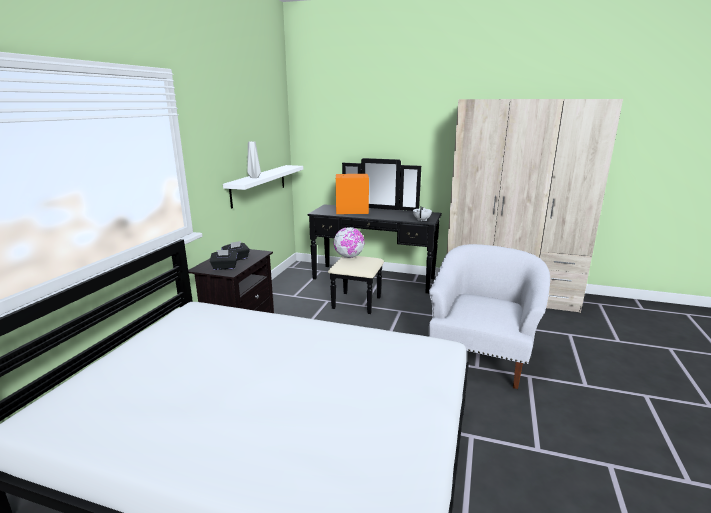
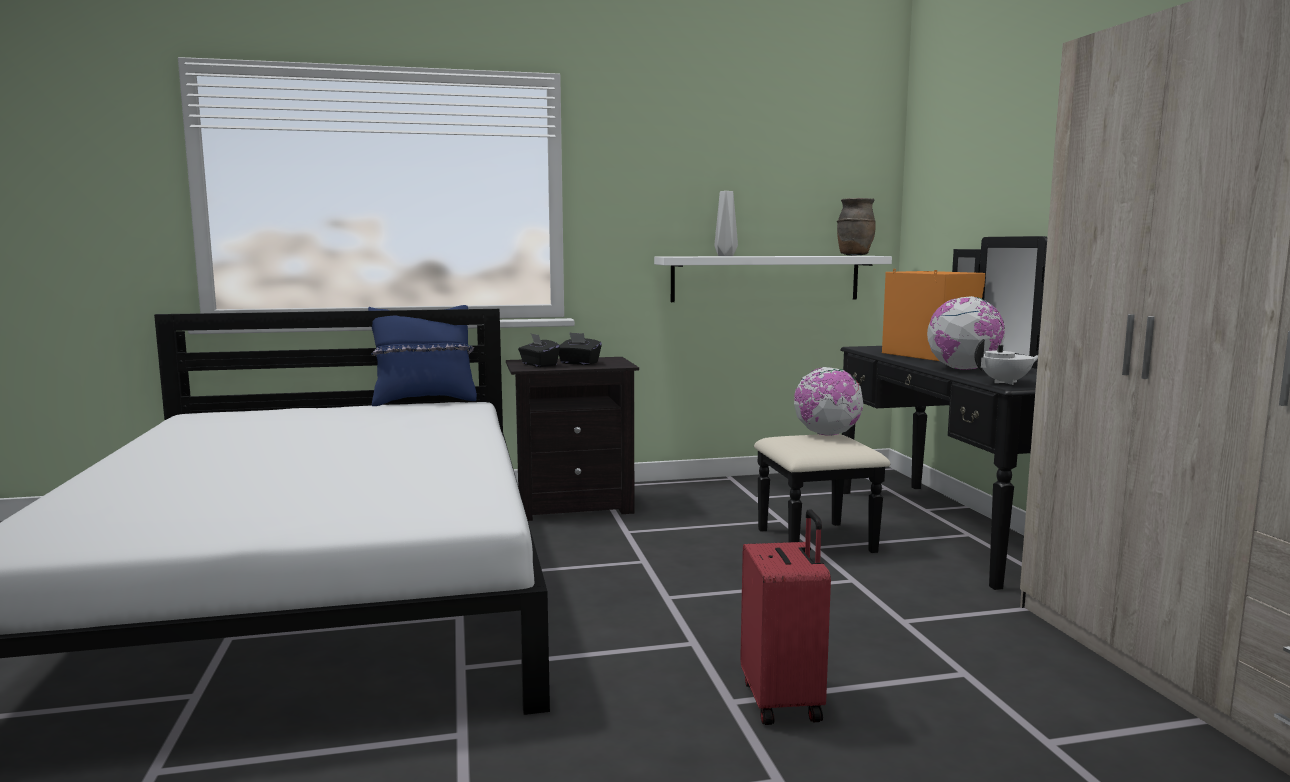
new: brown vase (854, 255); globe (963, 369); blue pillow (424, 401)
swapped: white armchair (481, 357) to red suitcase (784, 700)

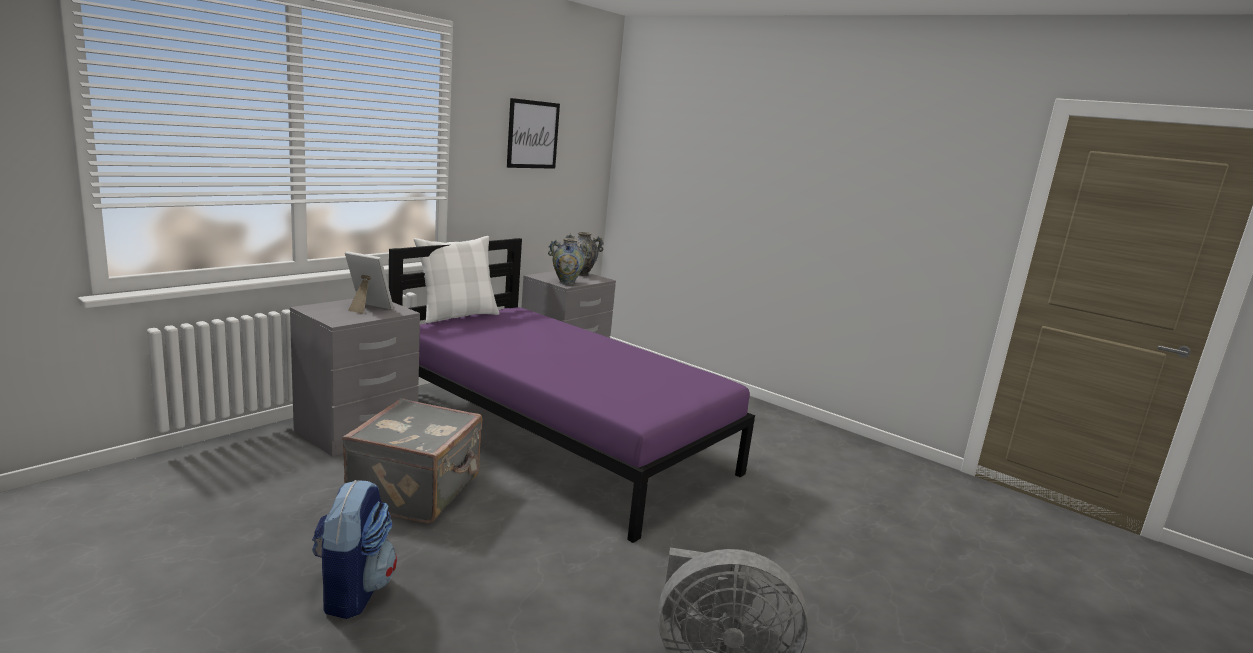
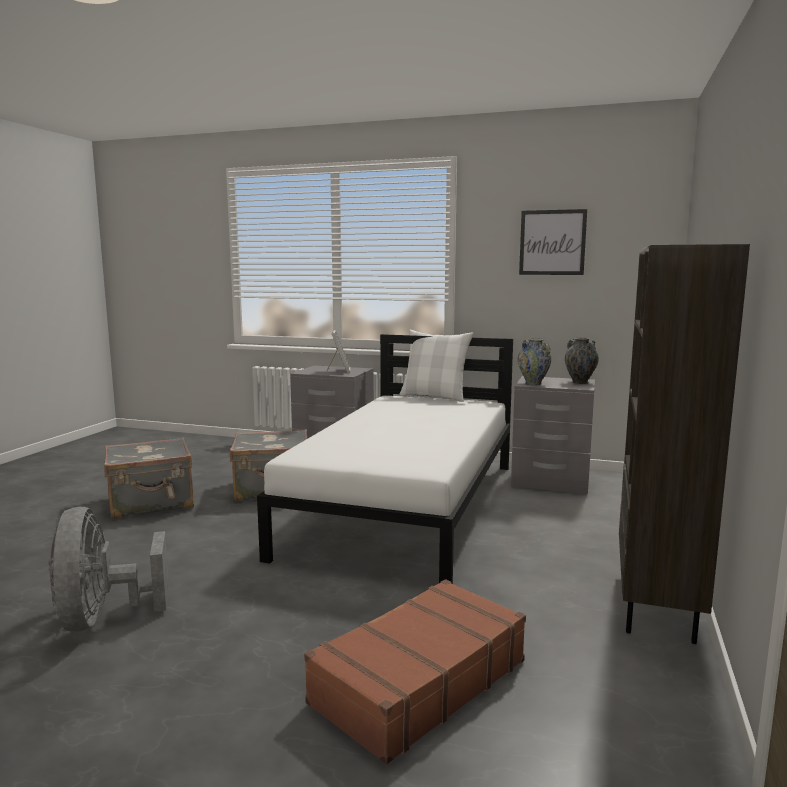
new: brown bookcase (658, 606); brown suitcase (418, 681)
swapped: backpack (353, 591) to grey suitcase (152, 503)
repainted: purple bed (558, 438) to white bed (408, 506)

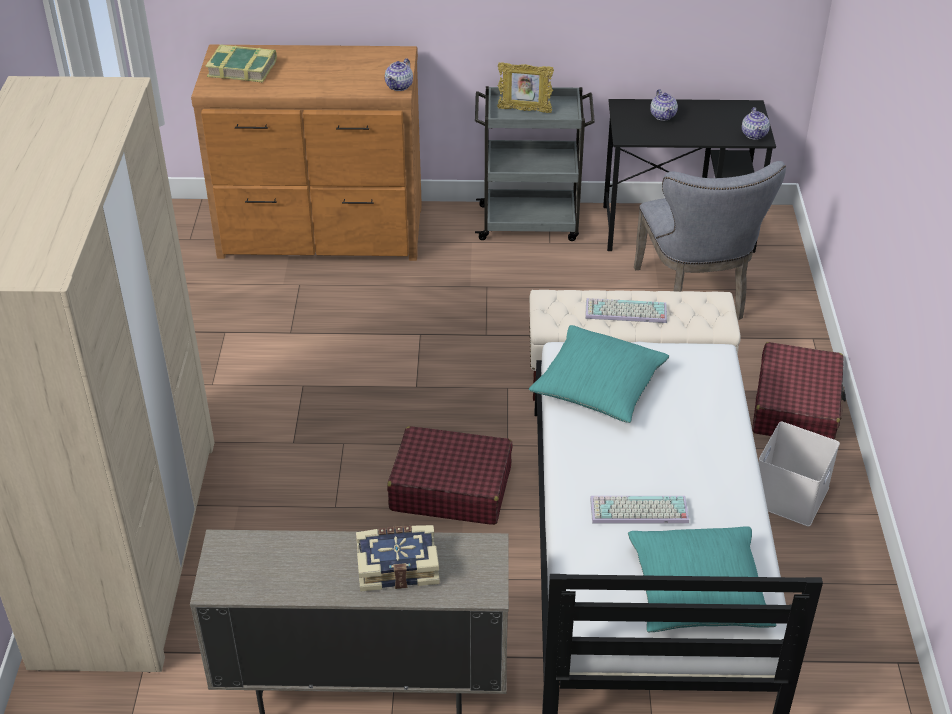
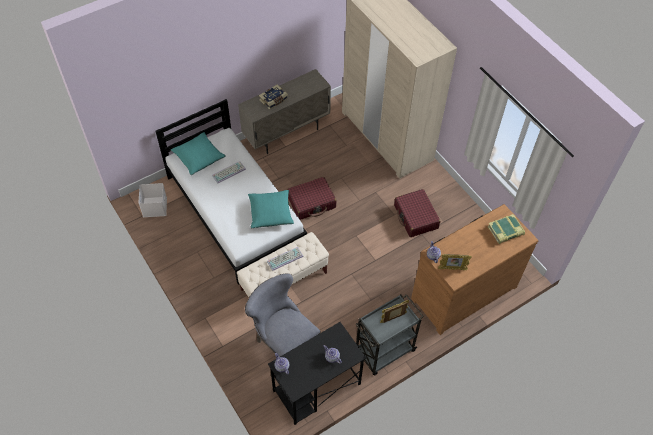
new: picture frame (452, 269)
shifted: red suitcase (796, 406) to (415, 217); white storage box (790, 496) to (154, 206)

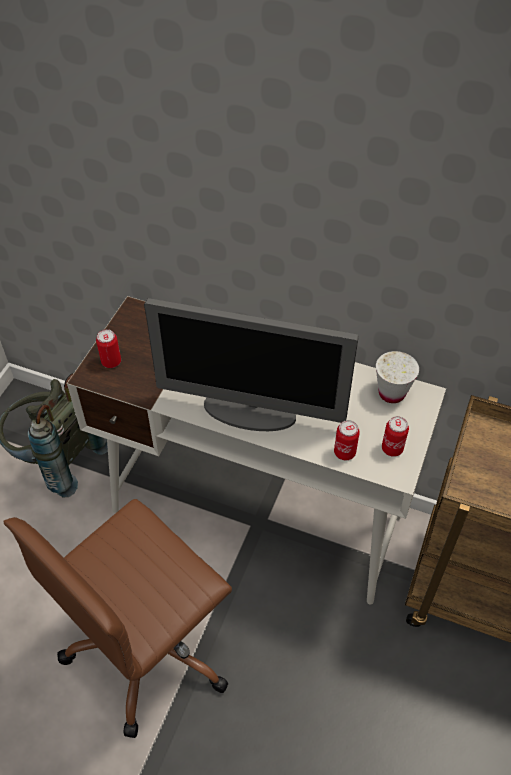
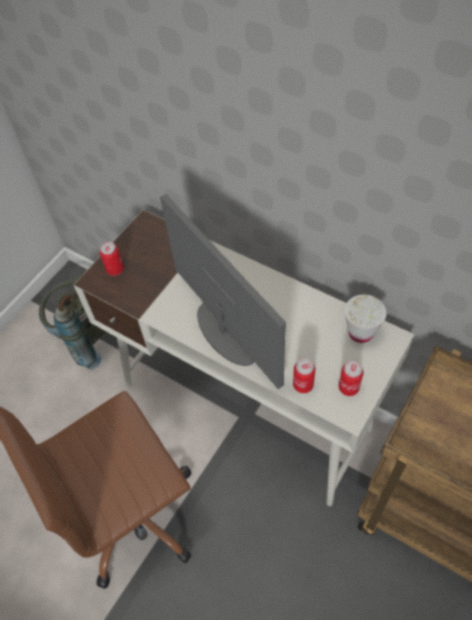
rotated: monitor (250, 412) = (226, 333) 150 degrees counterclockwise

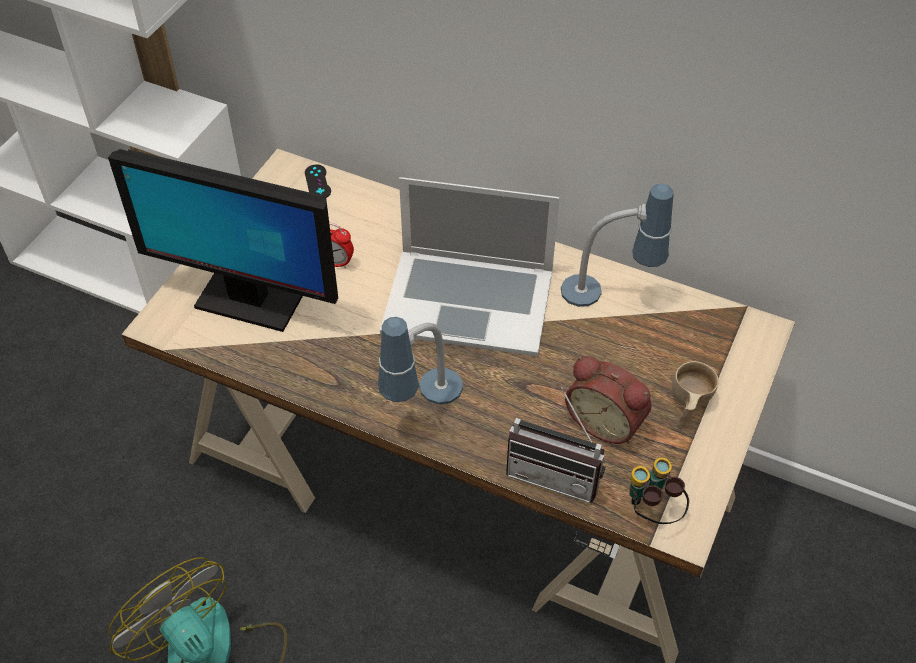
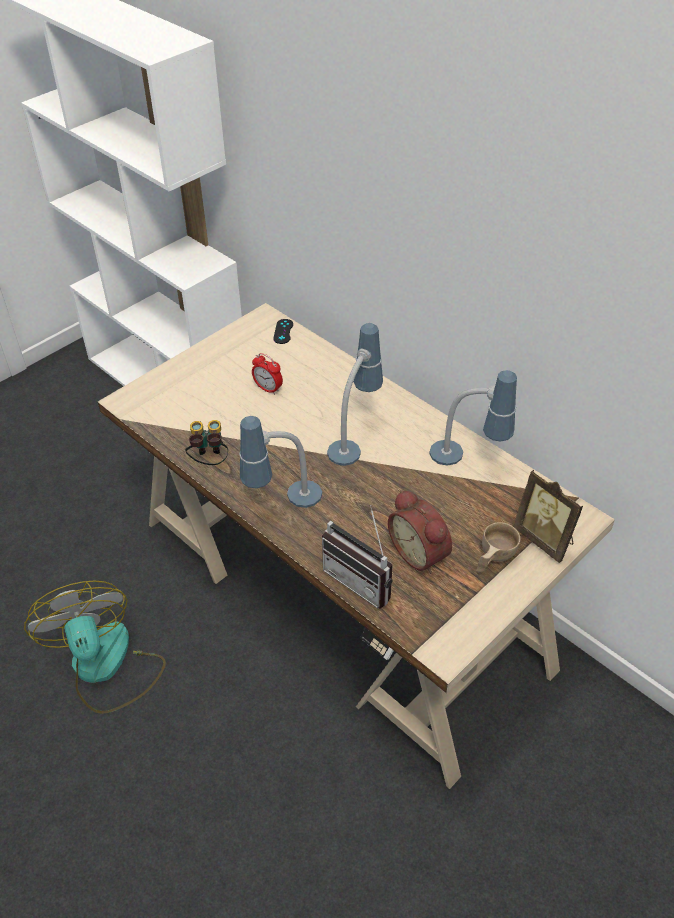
gone: monitor (248, 301)
new: picture frame (545, 539)
shifted: binoculars (652, 511) to (209, 461)
swapped: laptop (468, 300) to table lamp (355, 439)

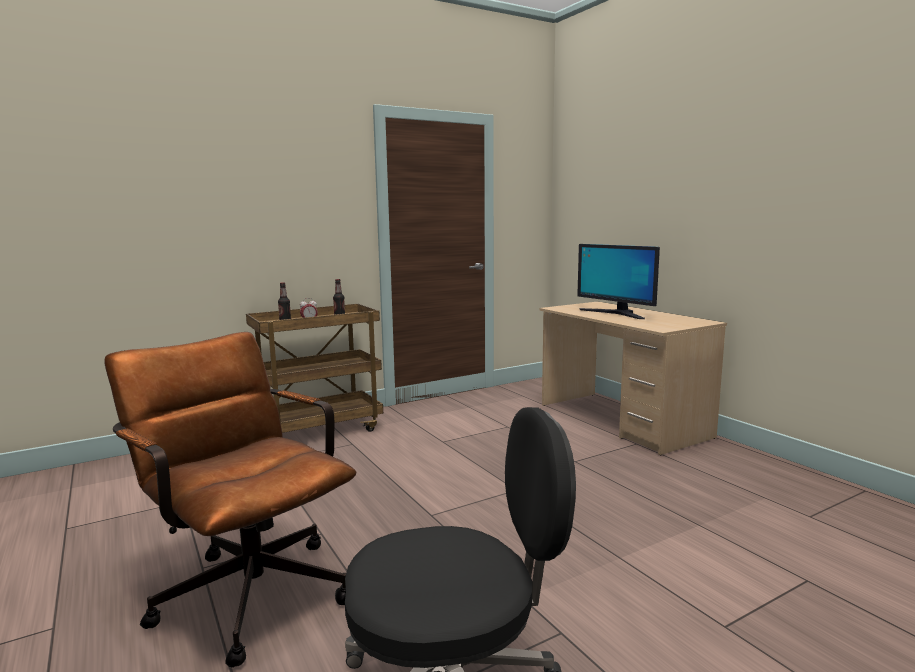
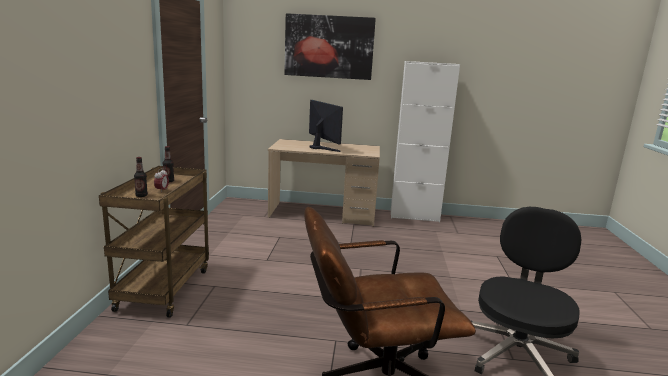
new: picture (329, 47); white cabinet (414, 216)
rotated: monitor (616, 313) = (321, 147) 120 degrees counterclockwise

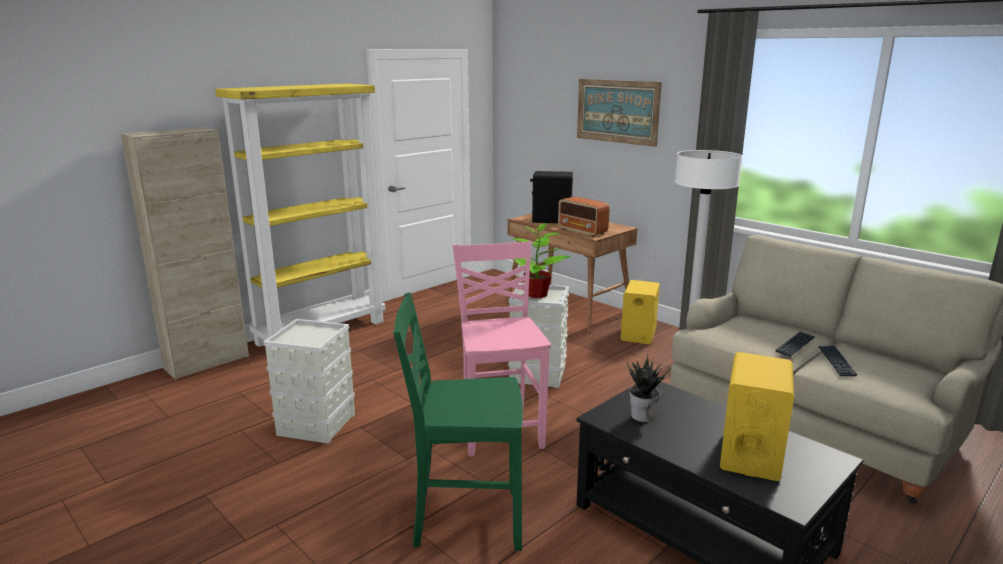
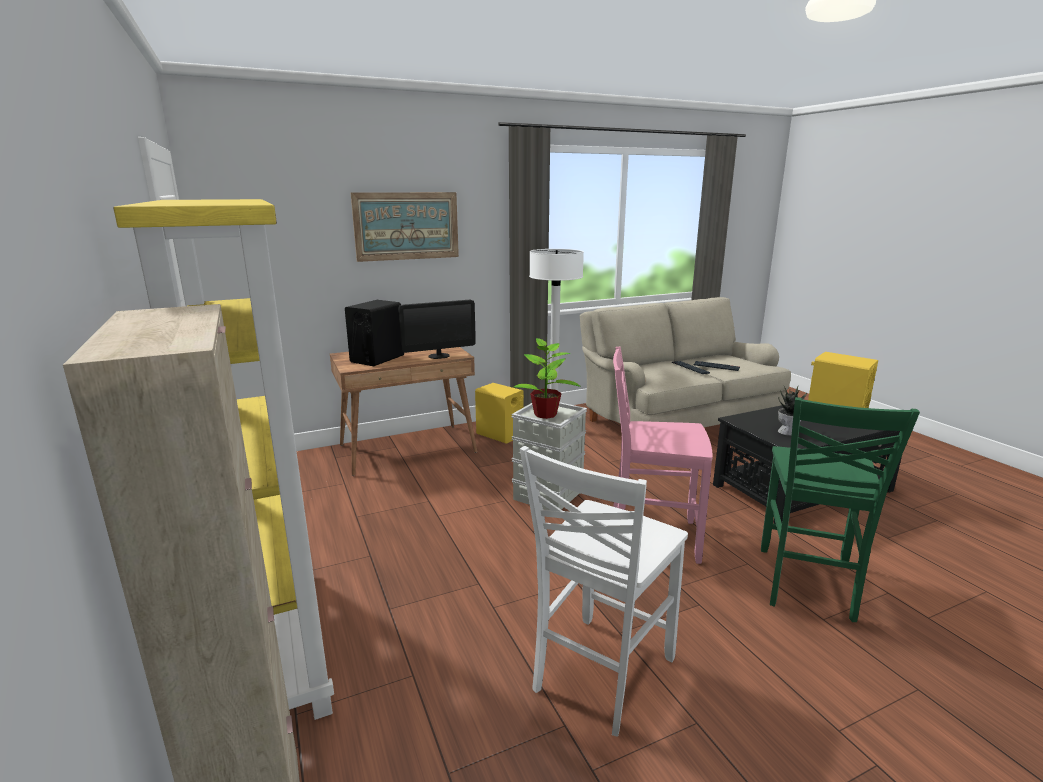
swapped: radio (582, 231) to monitor (439, 356); grey storage box (316, 424) to white chair (600, 674)

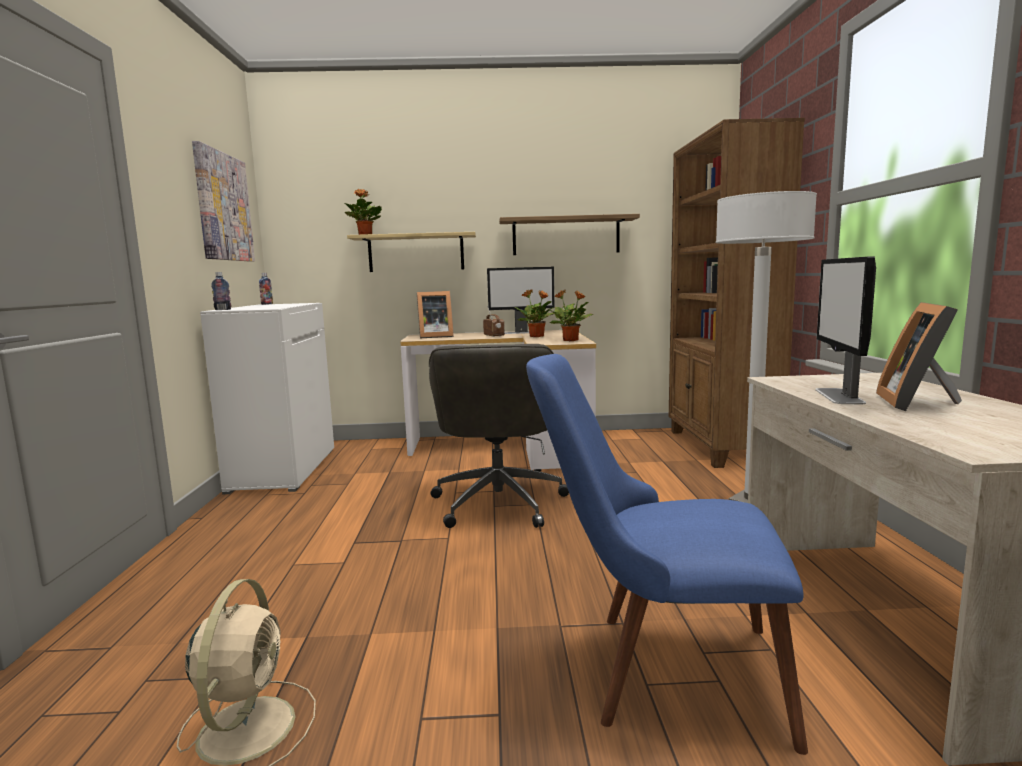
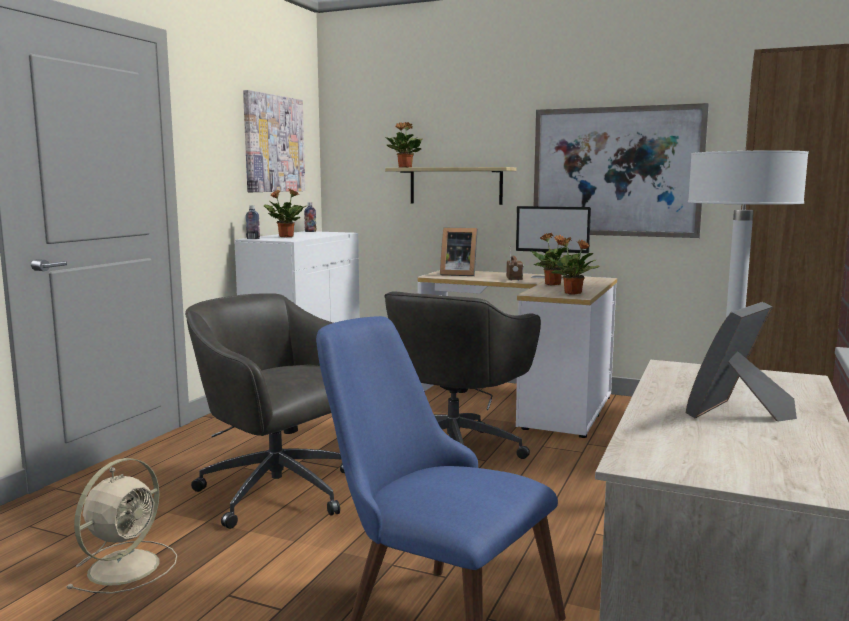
gone: monitor (839, 396)
new: potted plant (285, 236); grey office chair (281, 493)
swapped: shelf (566, 236) to picture (615, 172)

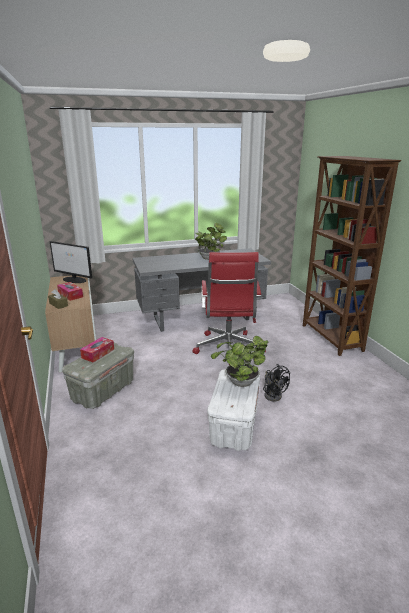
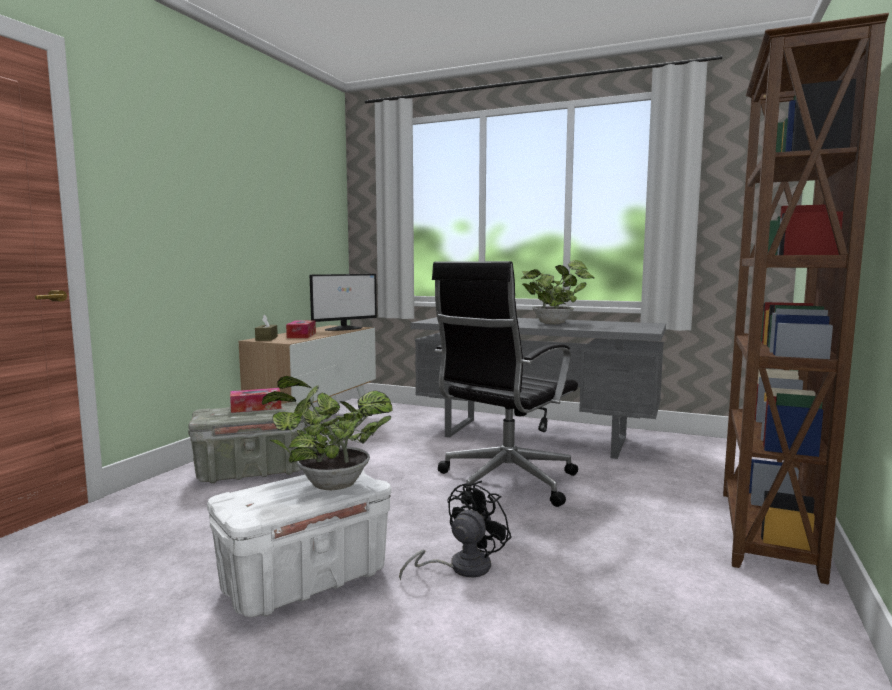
repainted: red office chair (228, 349) to black office chair (504, 483)
rotated: monitor (74, 280) = (344, 328) 105 degrees counterclockwise; black fan (273, 394) = (461, 567) 150 degrees counterclockwise

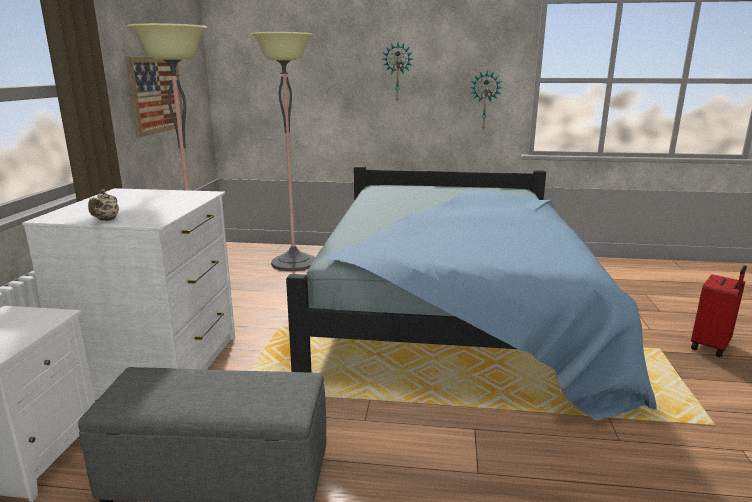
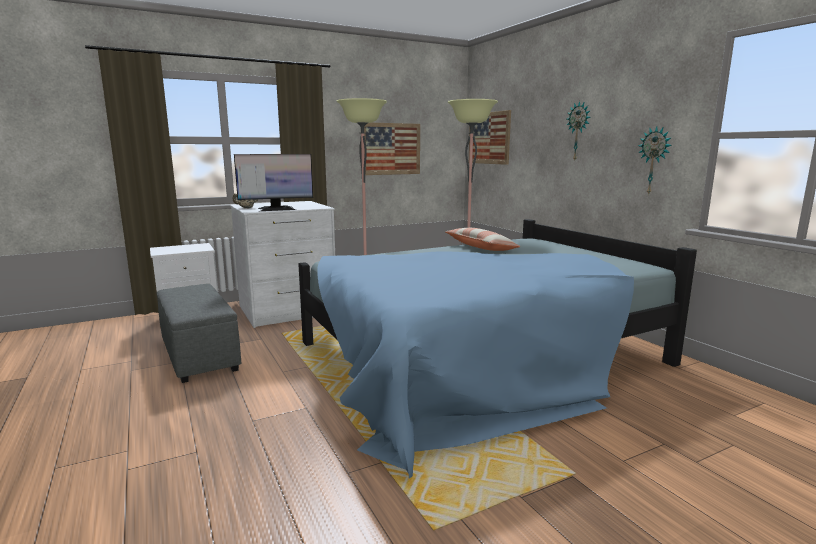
gone: red suitcase (711, 346)
new: picture (489, 138); monitor (276, 209); pillow (481, 248)

